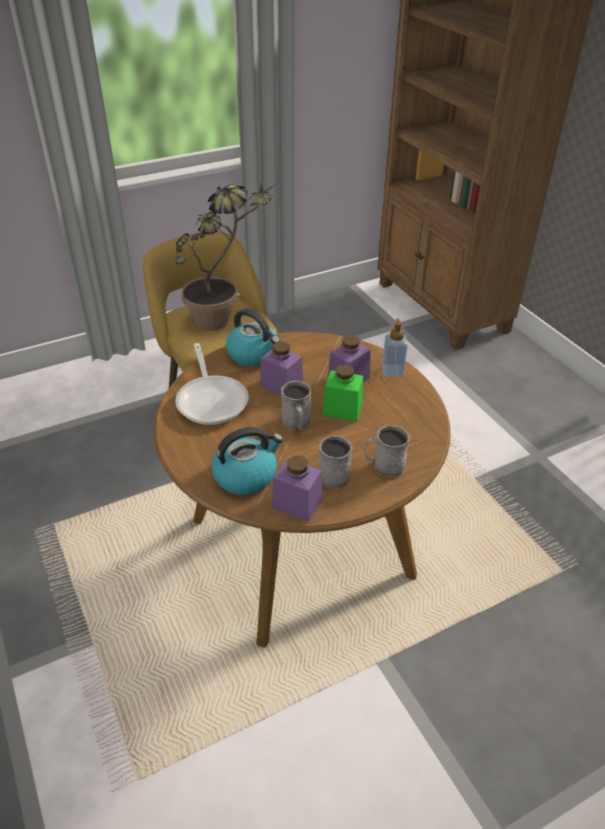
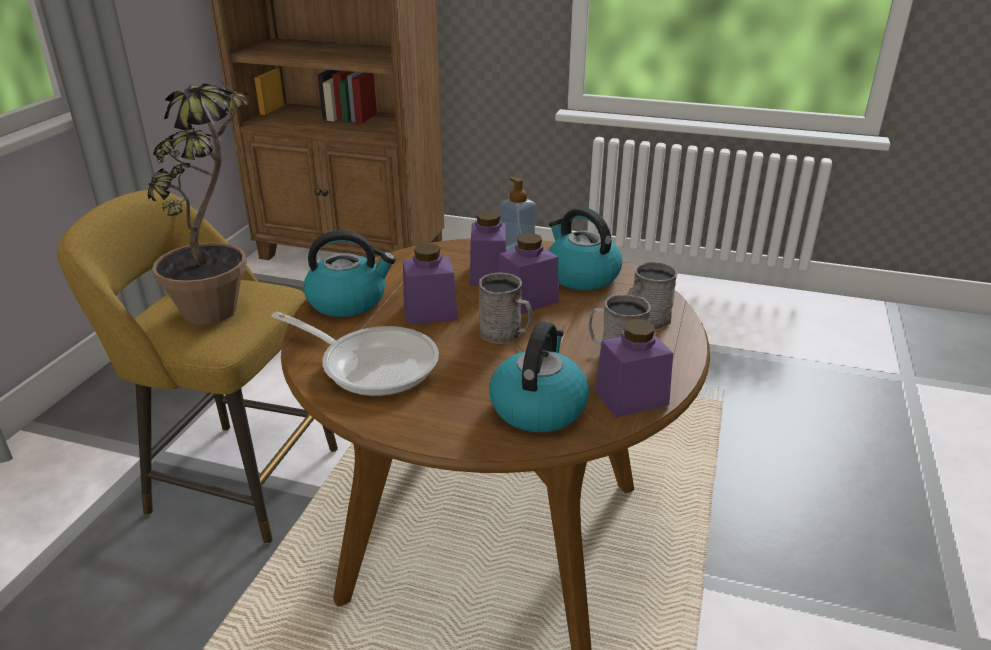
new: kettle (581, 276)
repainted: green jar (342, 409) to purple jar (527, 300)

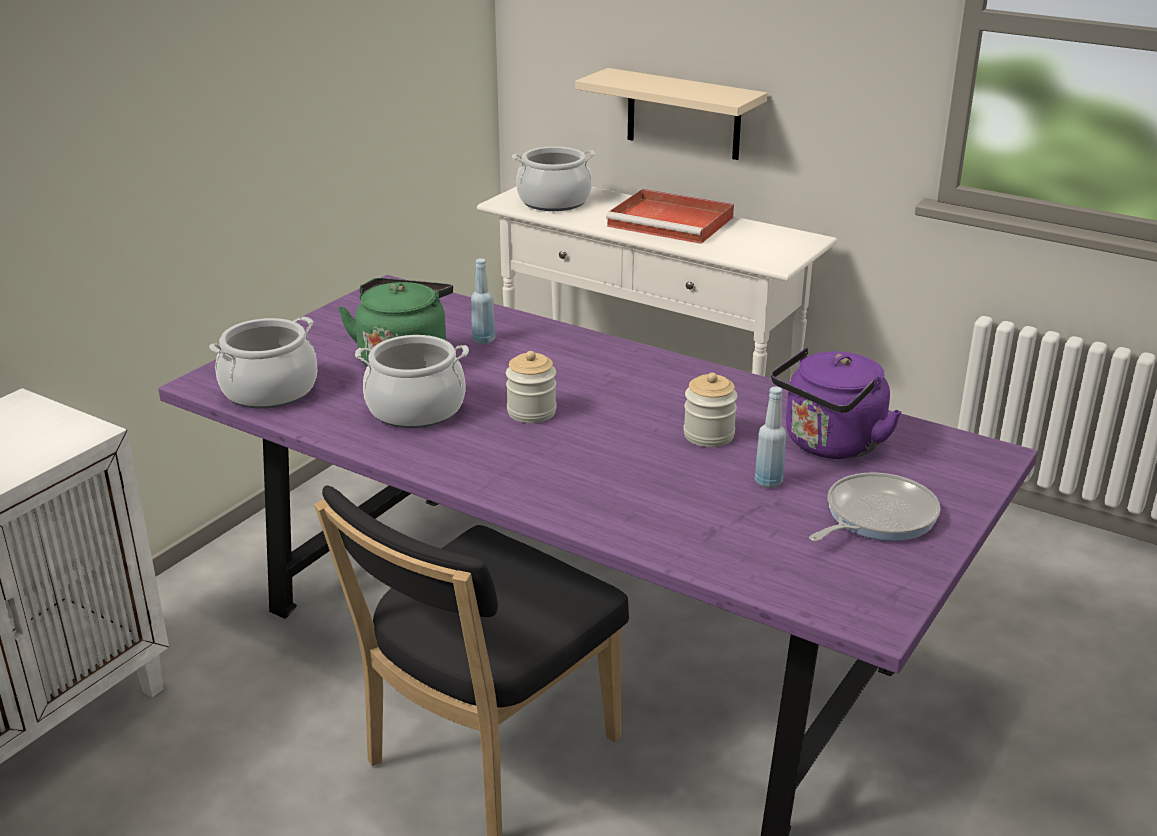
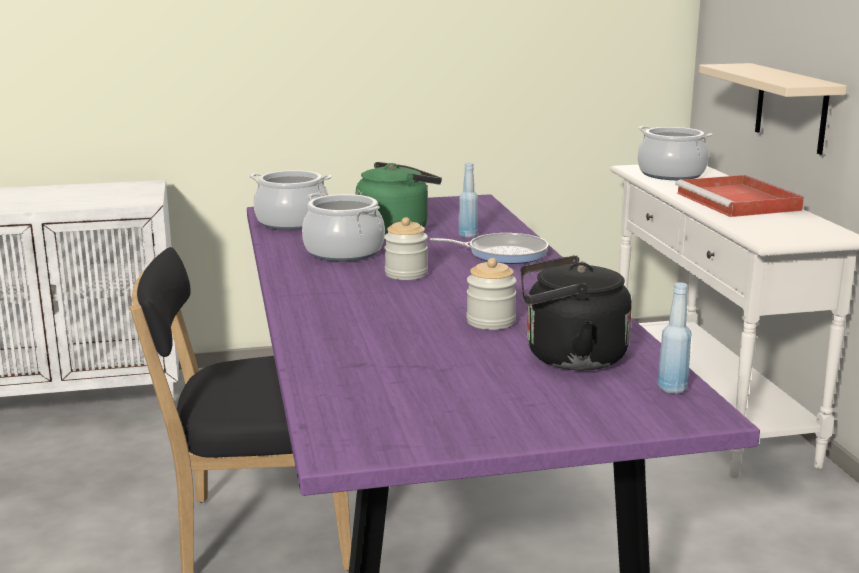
shifted: blue bottle (768, 482) to (672, 389); frying pan (876, 516) to (503, 253)
repainted: purple kettle (830, 445) to black kettle (568, 358)

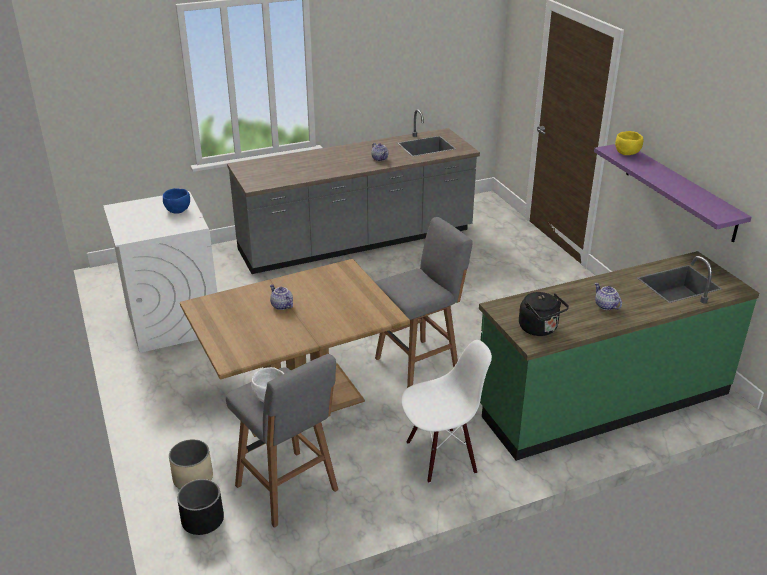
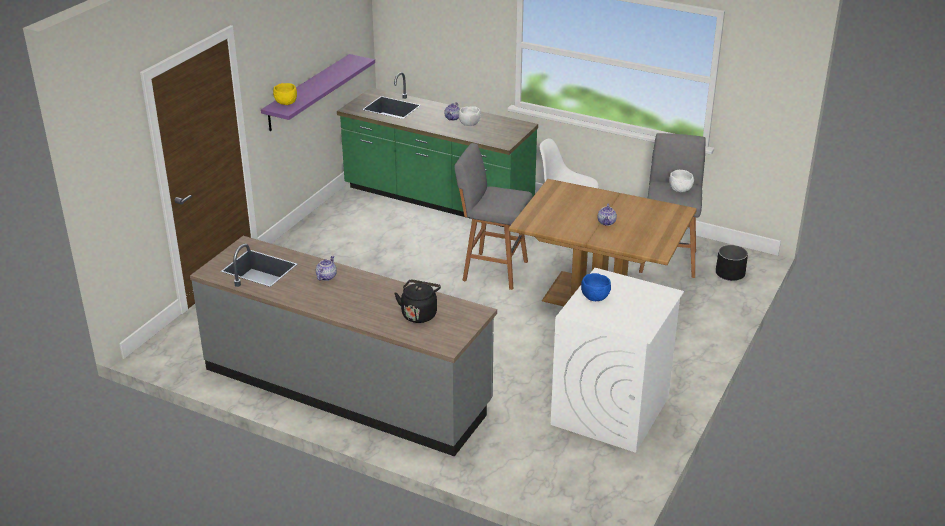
gone: beige planter (192, 478)
new: white bowl (469, 124)
shifted: black kettle (540, 329) to (419, 314)

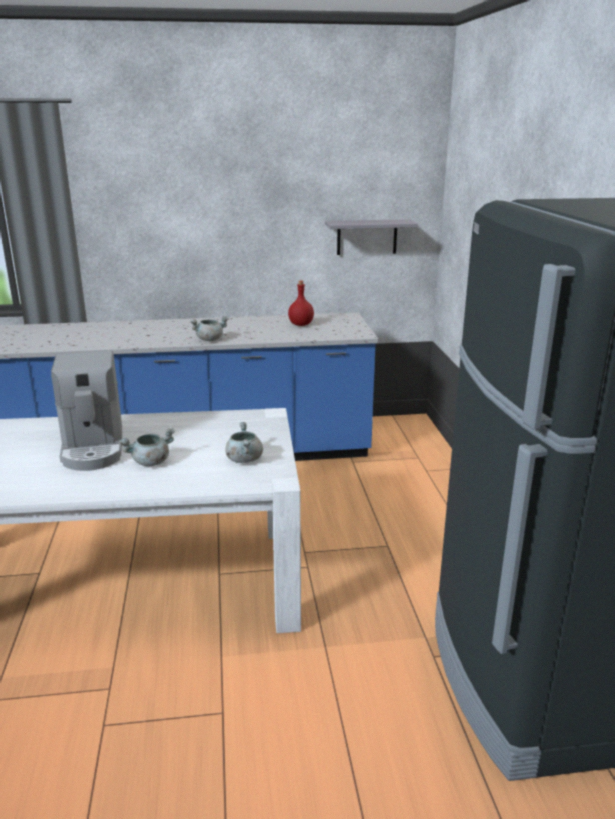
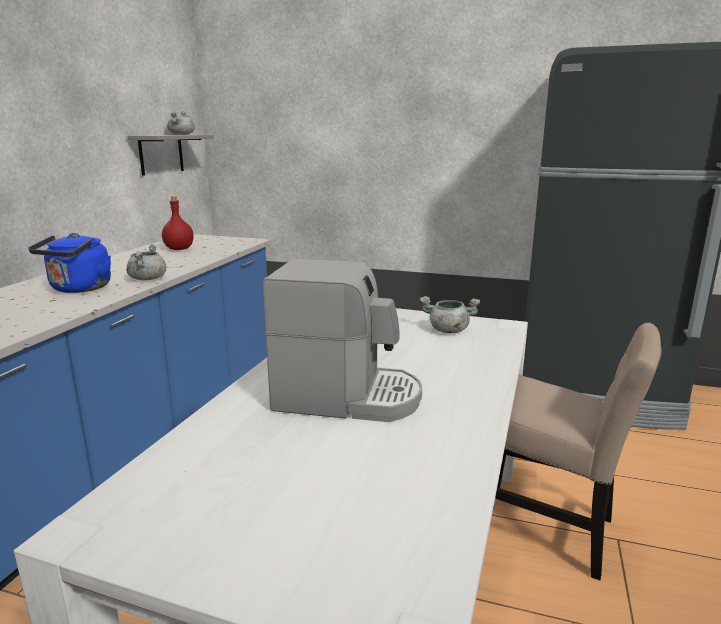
new: blue kettle (79, 289); beige chair (550, 529)
shifted: grey cooking pot (150, 462) to (182, 134)

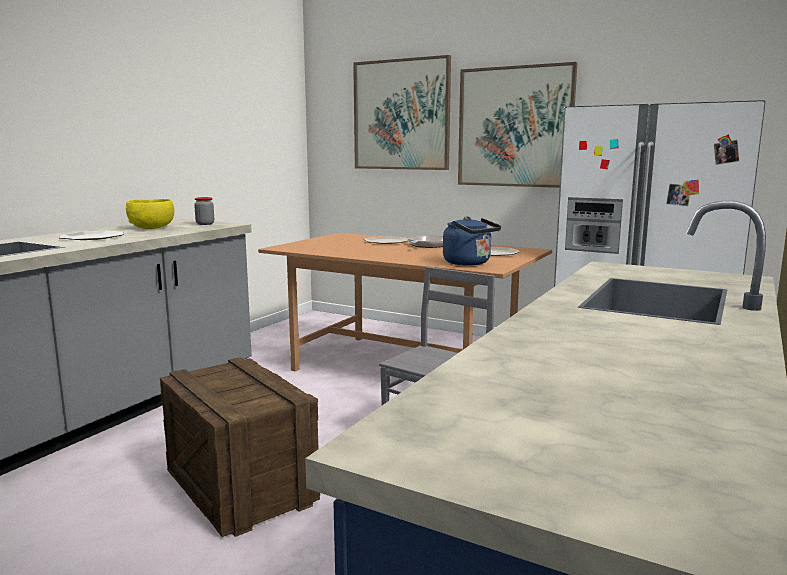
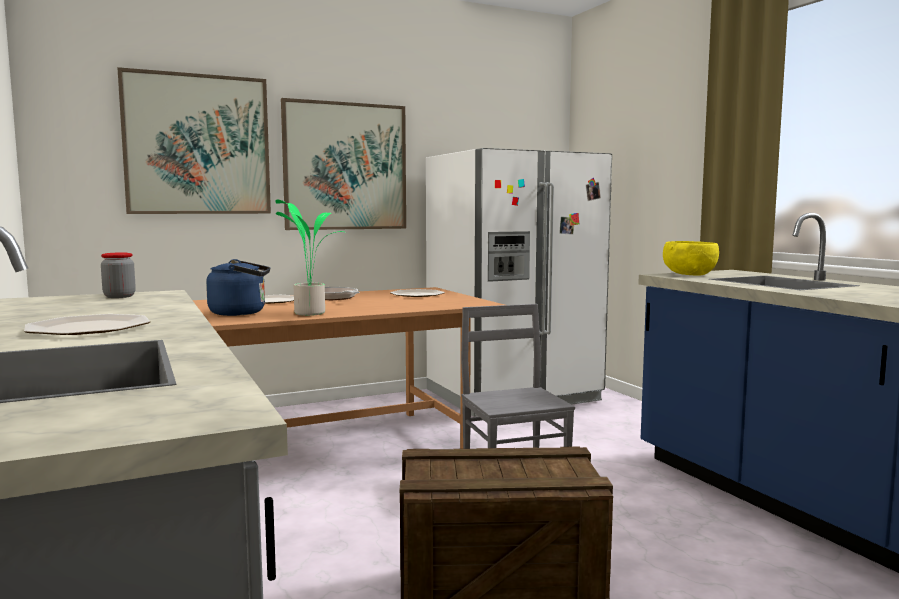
new: potted plant (309, 313)
shifted: yellow bowl (152, 228) to (689, 274); blue kettle (469, 263) to (241, 313)

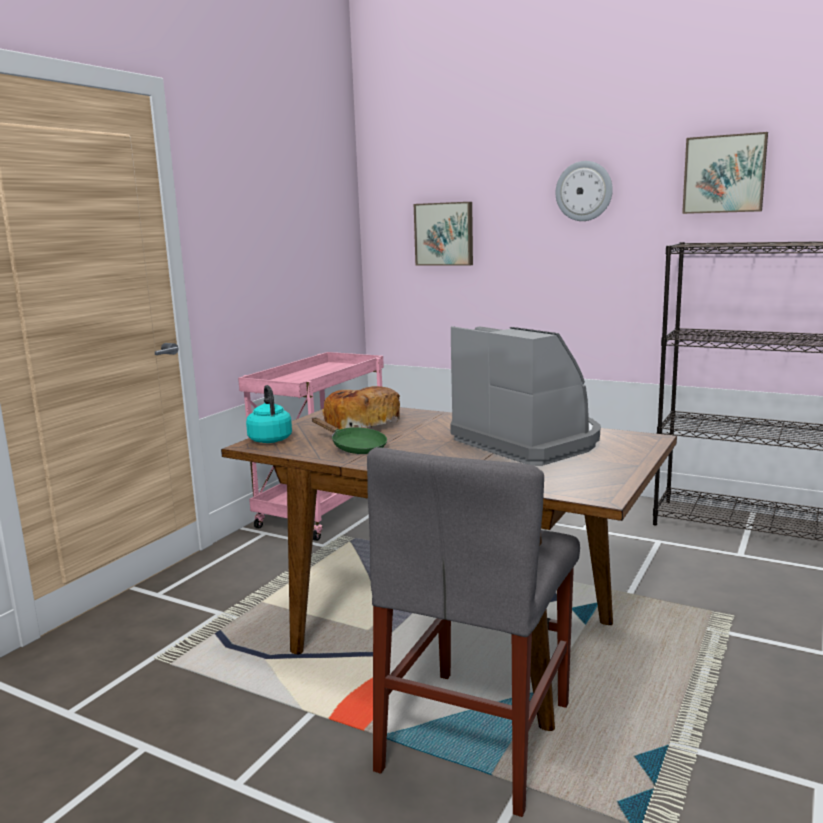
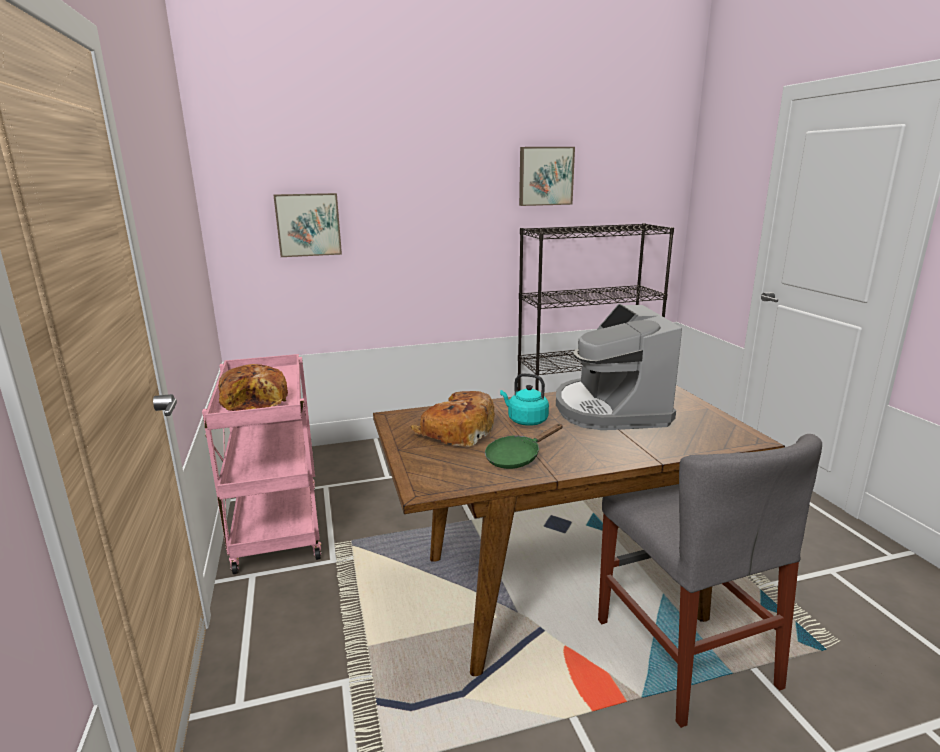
gone: wall clock (584, 191)
new: bread (256, 401)
shifted: turquoise kettle (270, 439) to (525, 420)
rotated: coffee machine (529, 441) = (610, 409) 105 degrees counterclockwise; green frying pan (354, 447) = (517, 457) 150 degrees clockwise

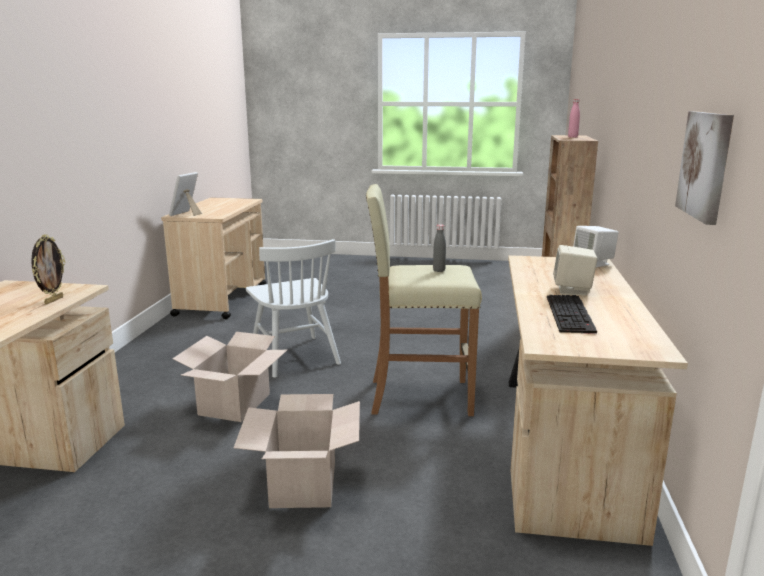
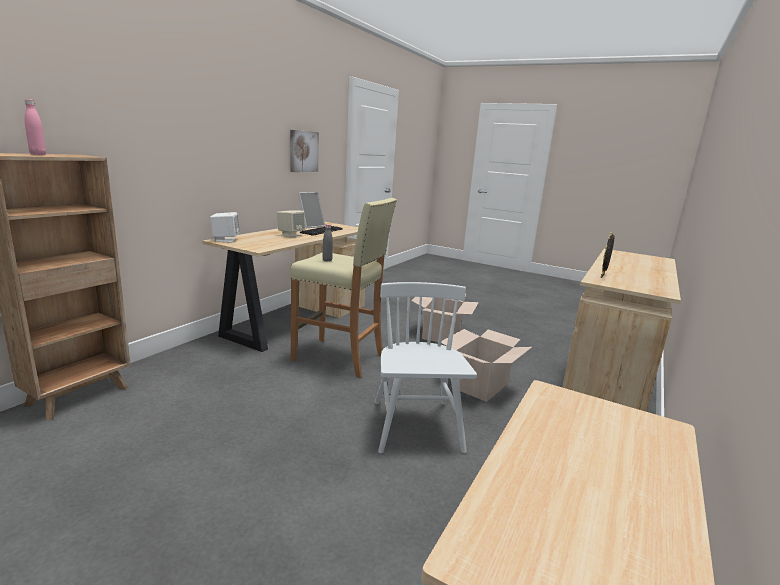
shifted: picture frame (187, 214) to (310, 226)

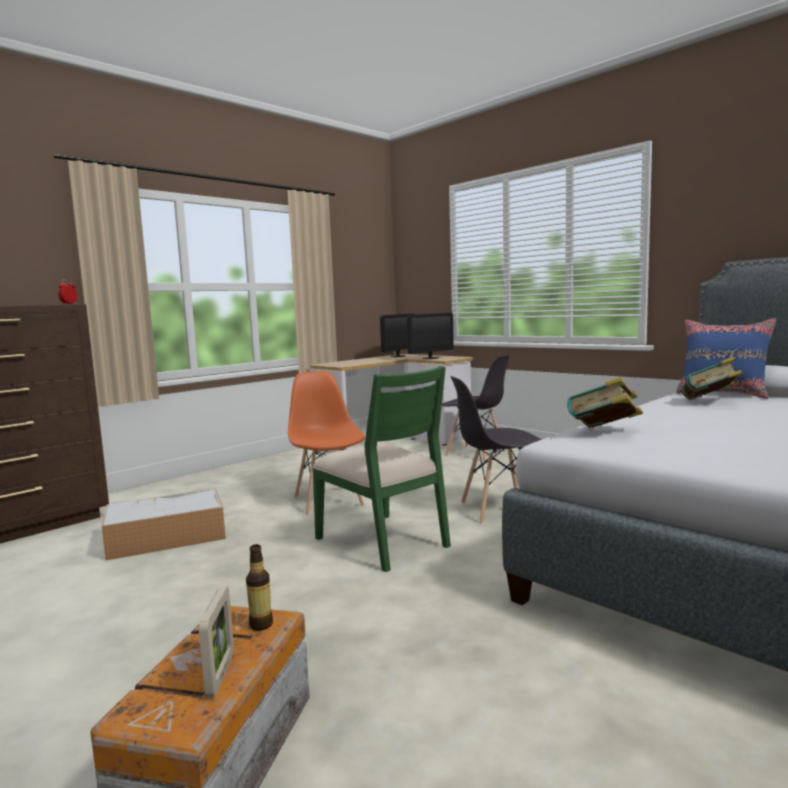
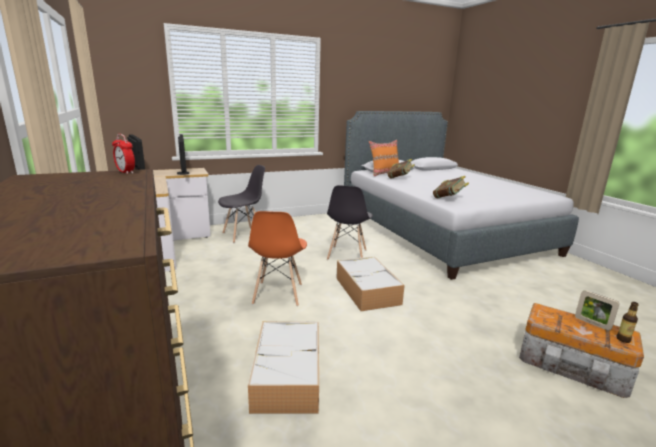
shifted: bottle (261, 625) to (623, 339)
swapped: green chair (384, 541) to storage box (368, 291)
repainted: blue pillow (723, 394) to orange pillow (384, 174)
rotated: orange chair (328, 501) = (278, 294) 90 degrees counterclockwise; picture frame (220, 674) = (592, 323) 150 degrees counterclockwise

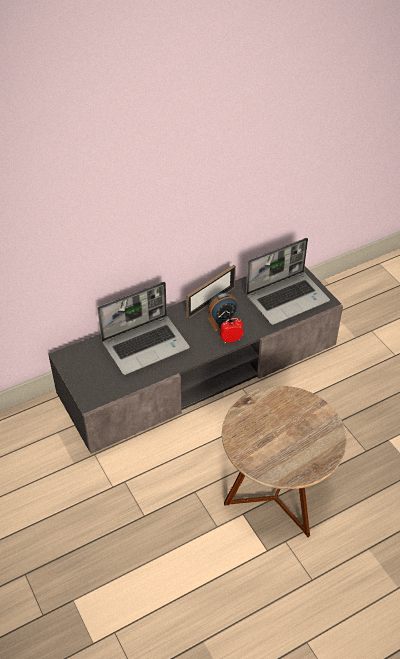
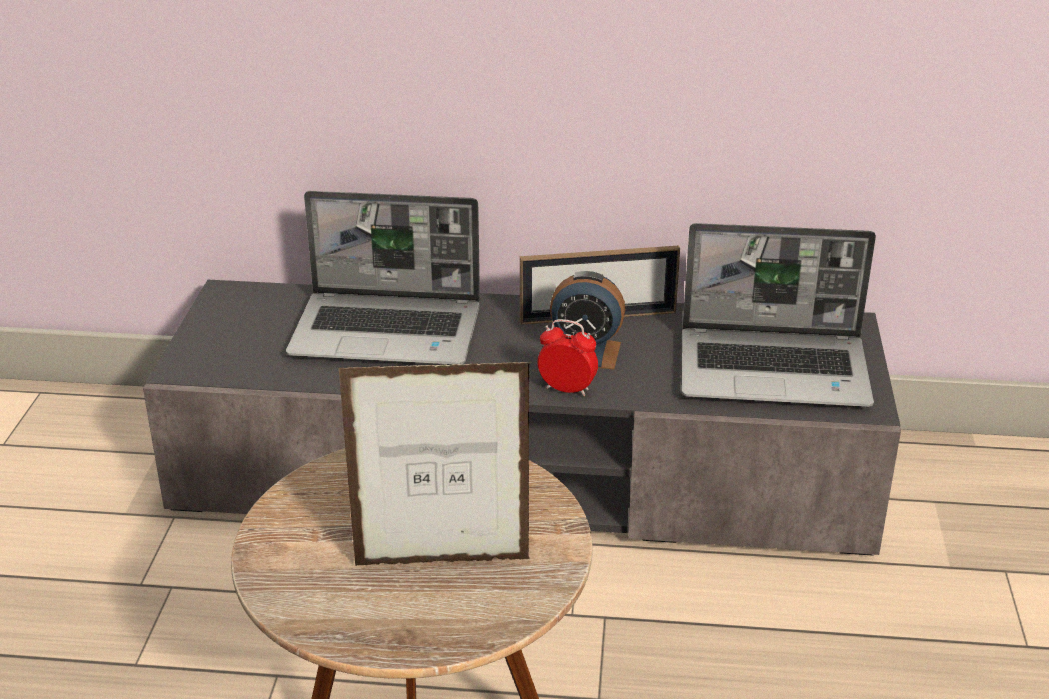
new: picture frame (442, 562)

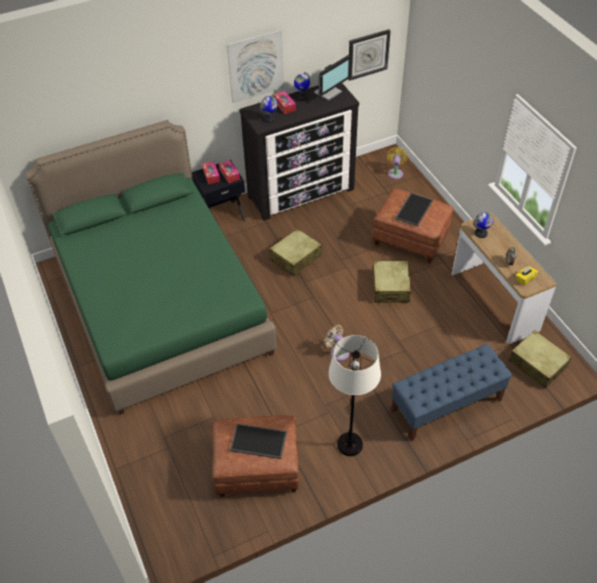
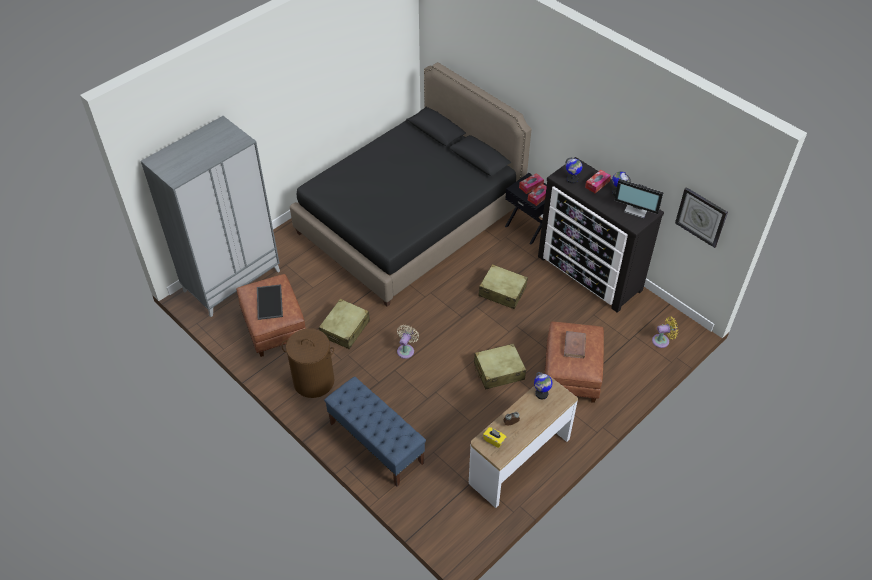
gone: picture (256, 66)
new: grey wardrobe (232, 280)
shifted: beige suitcase (537, 364) to (345, 329)
swapped: tray (413, 209) to brown book (574, 346); white floor lamp (350, 445) to brown laundry basket (313, 381)
repainted: green bed (160, 304) to black bed (410, 220)

